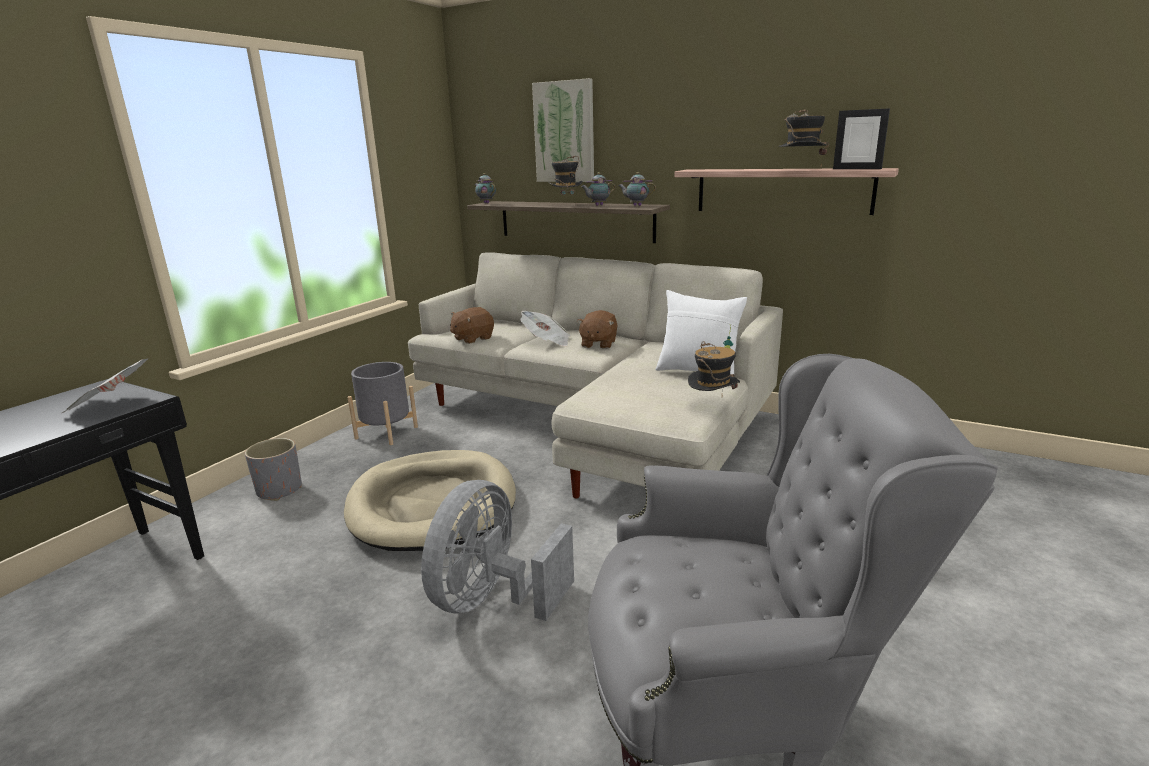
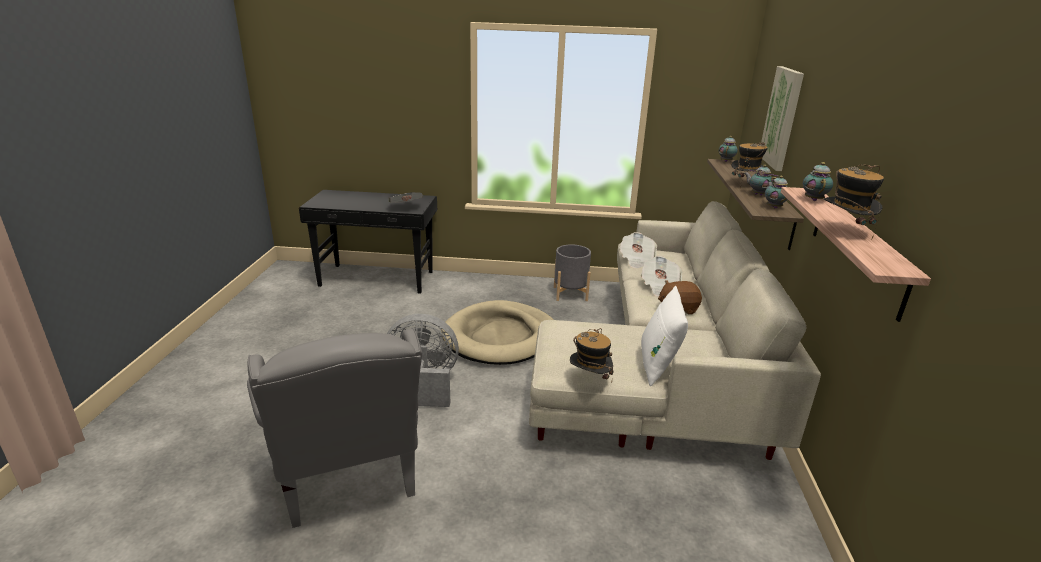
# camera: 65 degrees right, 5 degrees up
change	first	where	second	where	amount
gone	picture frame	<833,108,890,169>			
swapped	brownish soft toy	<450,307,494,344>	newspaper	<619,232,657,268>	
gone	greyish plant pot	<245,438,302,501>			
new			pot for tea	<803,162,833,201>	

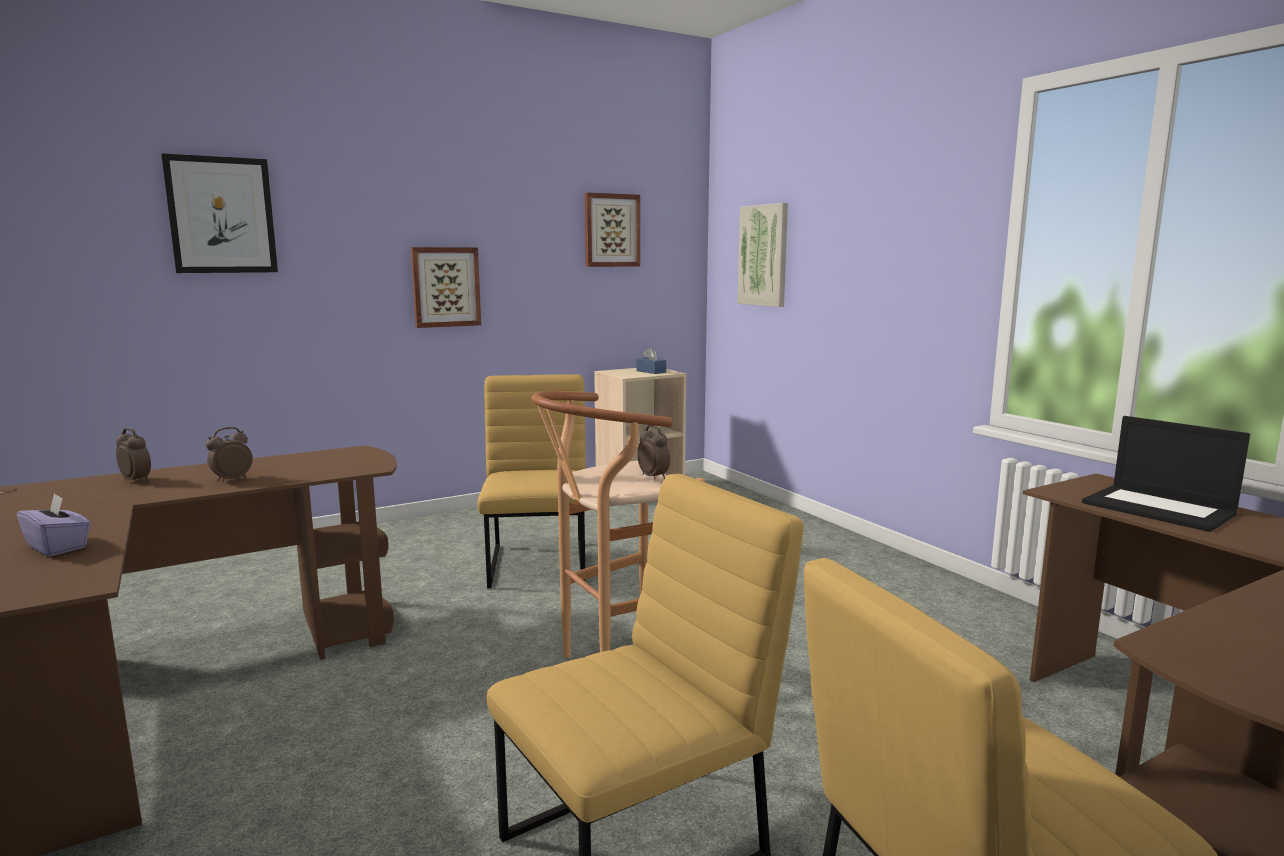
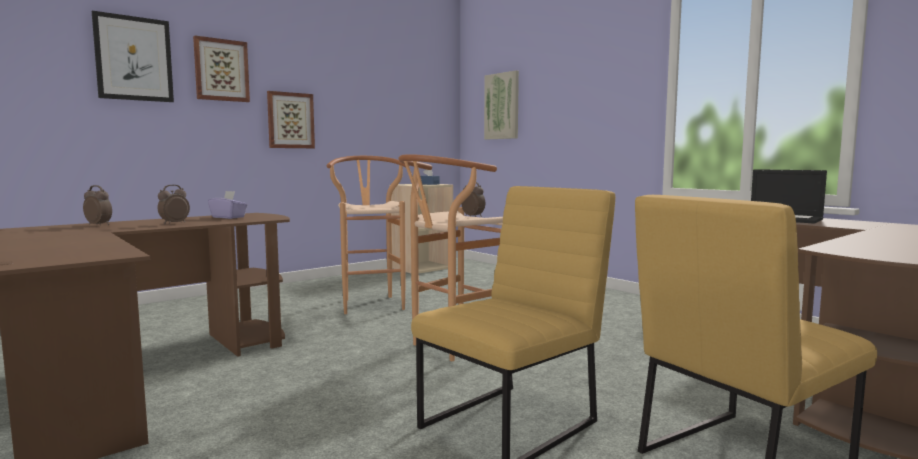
# camera: 10 degrees left, 5 degrees down
change	first	where	second	where	amount
shifted	picture	<585,192,640,267>		<193,35,250,102>	
swapped	yellowish chair	<477,374,586,588>	brownish sitting stool	<327,156,406,314>	
shifted	purple box of tissues	<17,493,91,556>		<208,191,248,219>	

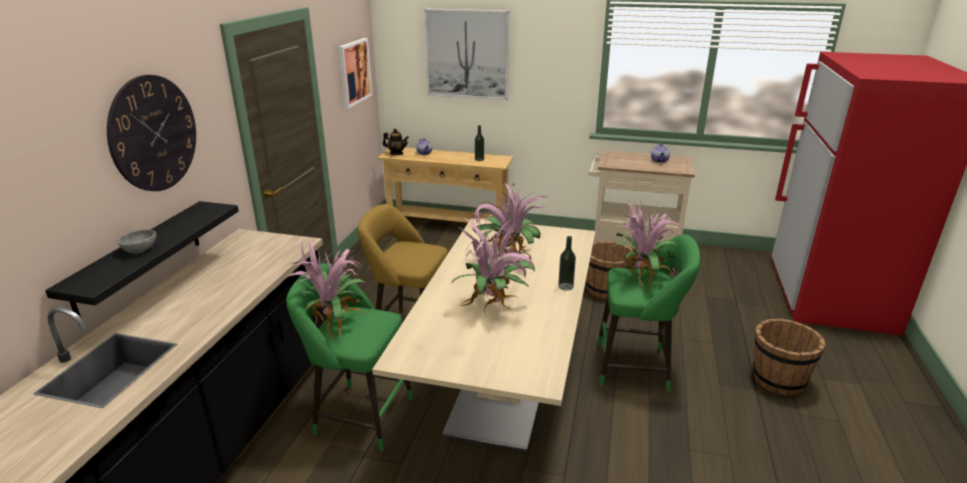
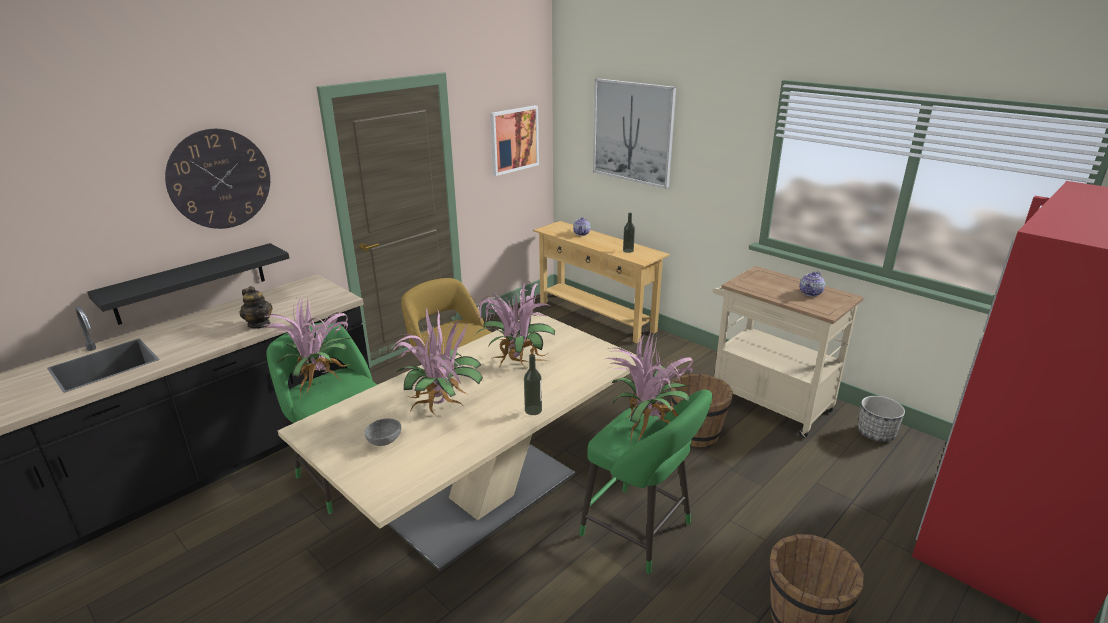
# camera: 30 degrees right, 0 degrees up
change	first	where	second	where	amount
shifted	pot for tea	<383,129,409,155>		<239,286,273,329>	
shifted	greyish serving bowl	<118,229,156,253>		<364,418,401,446>	
new			plant pot	<858,396,905,442>	

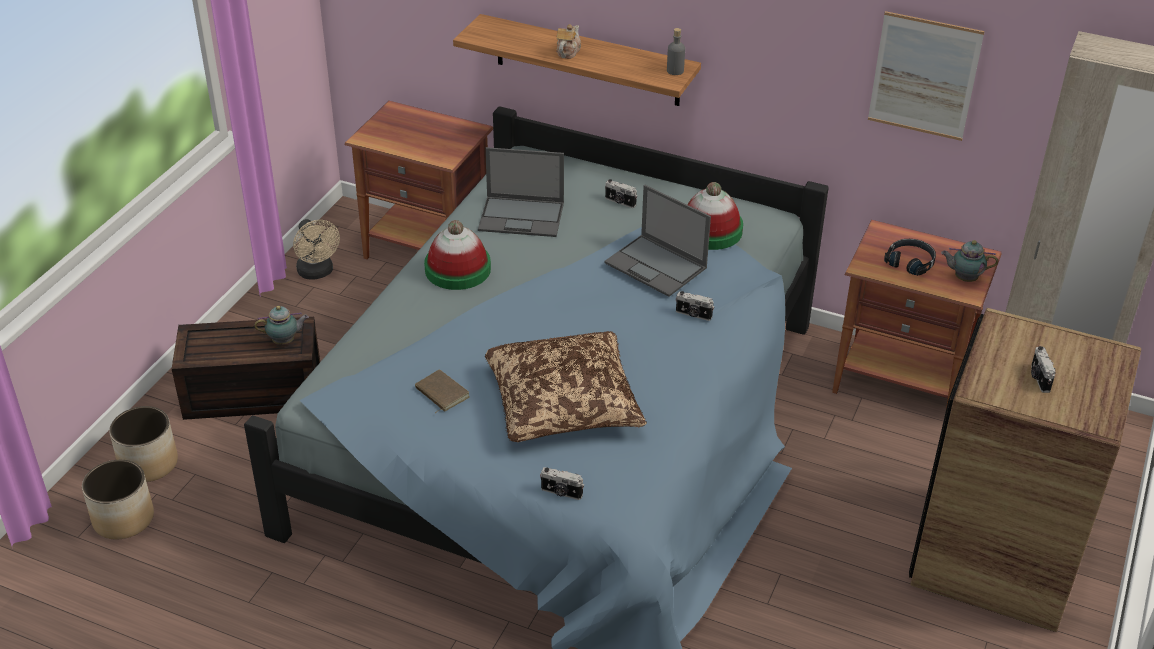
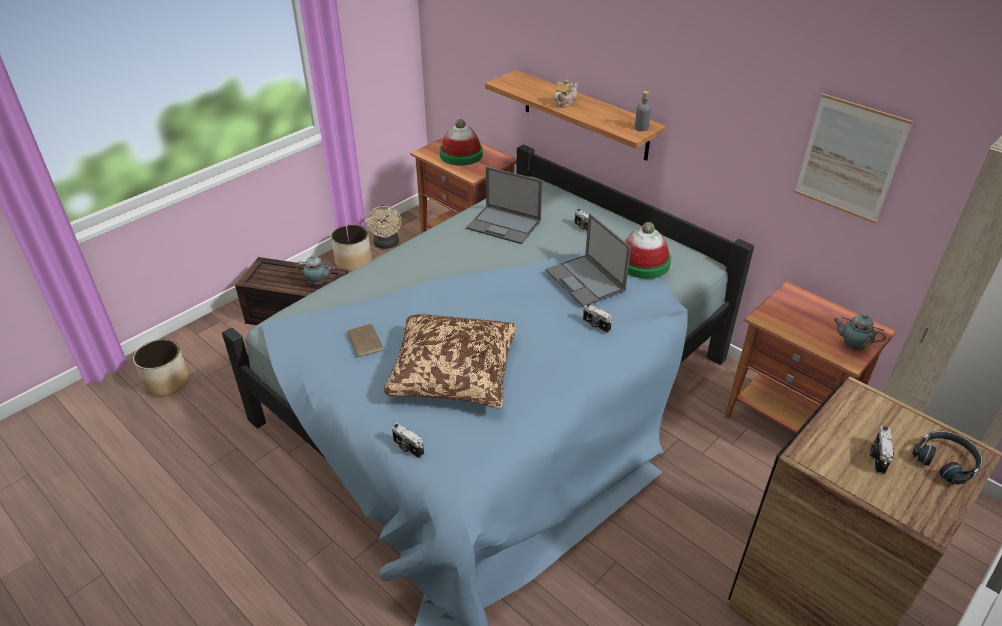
# camera: 20 degrees right, 0 degrees up
change	first	where	second	where	amount
shifted	hat	<424,220,491,290>		<440,119,483,166>	
shifted	black-coloured headphones	<884,239,936,276>		<912,431,983,485>	
shifted	plant pot	<109,406,178,482>		<331,225,372,271>	

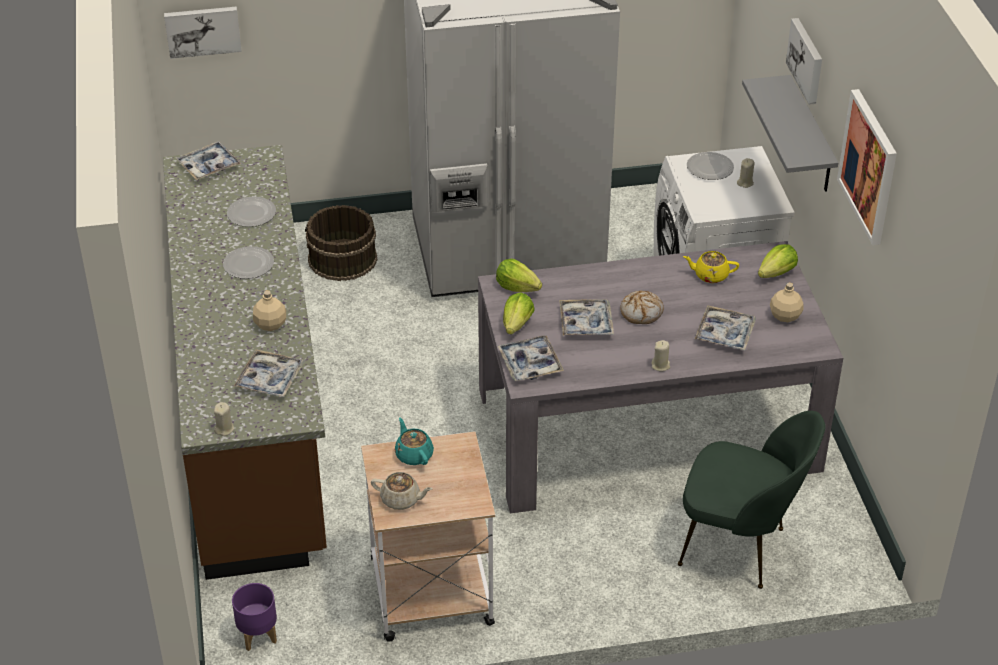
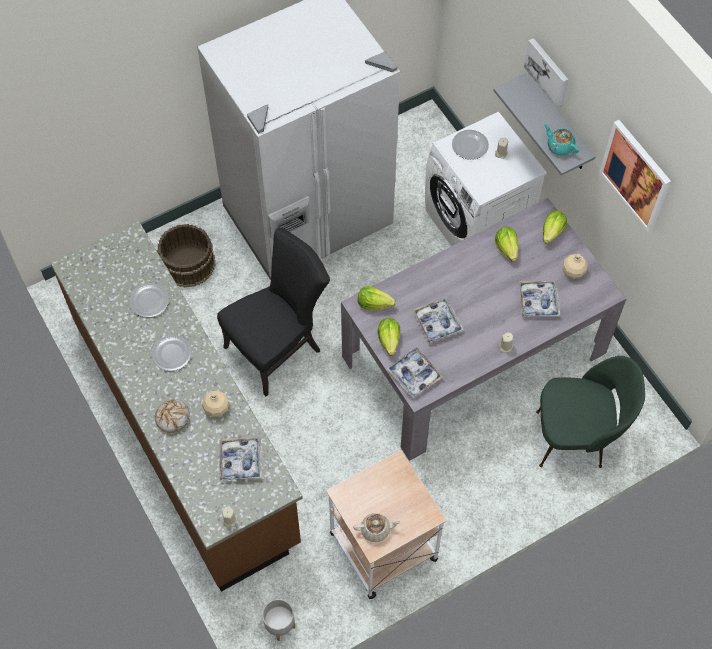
# camera: 20 degrees left, 20 degrees up
change	first	where	second	where	amount
gone	picture	<164,7,242,59>			
gone	carrying tray	<176,141,241,180>			
swapped	yellowish pot for tea	<683,251,739,283>	lettuce	<495,227,518,262>	
shifted	bakery bread	<620,291,664,324>		<155,399,190,433>	
shifted	turquoise pot for tea	<395,418,434,465>		<544,124,579,156>	
repainted	purple plant pot	<232,583,277,651>	greyish plant pot	<262,599,295,641>	
new			black-coloured chair	<217,228,330,396>	

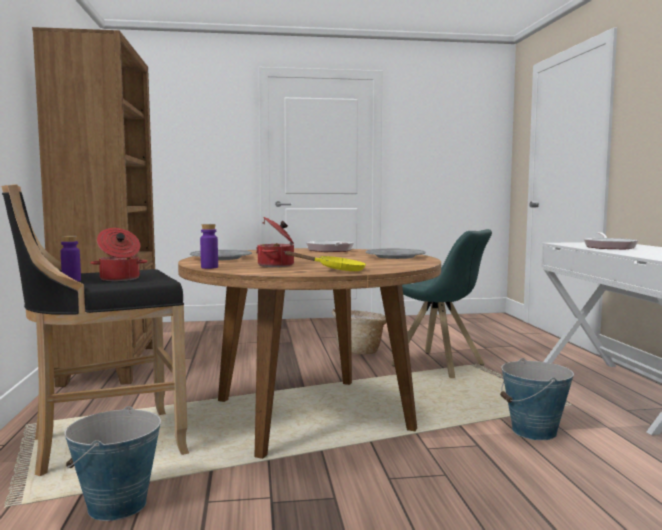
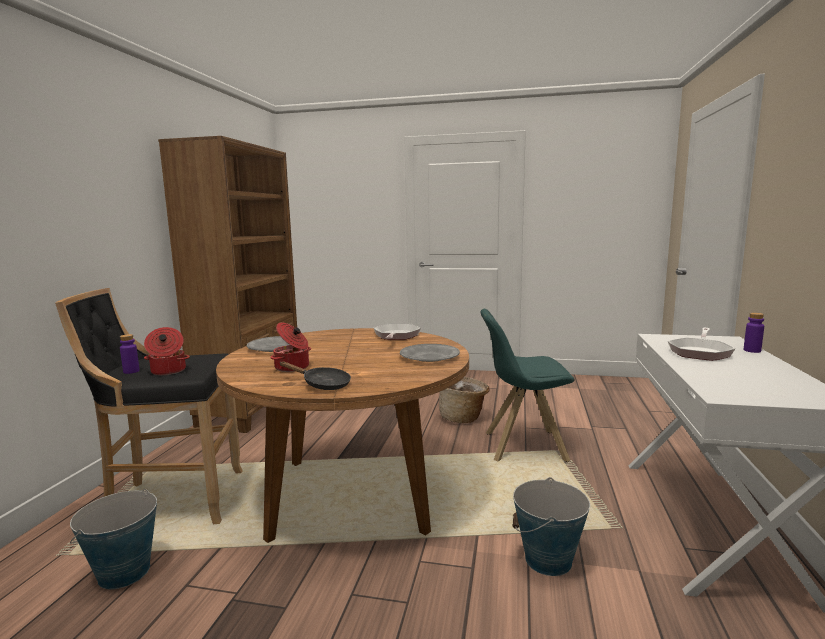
# camera: 20 degrees right, 5 degrees up
change	first	where	second	where	amount
shifted	purple bottle	<200,224,218,269>		<744,313,764,353>	
rotated	turquoise chair	<391,229,492,378>		<481,309,575,462>	120 degrees clockwise
repainted	yellowish frying pan	<284,251,366,271>	black-coloured frying pan	<279,361,351,390>	

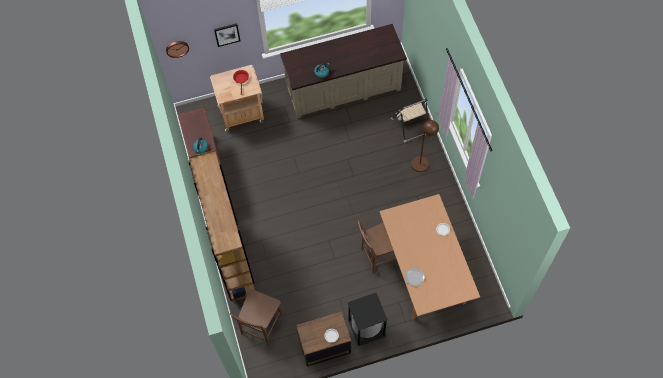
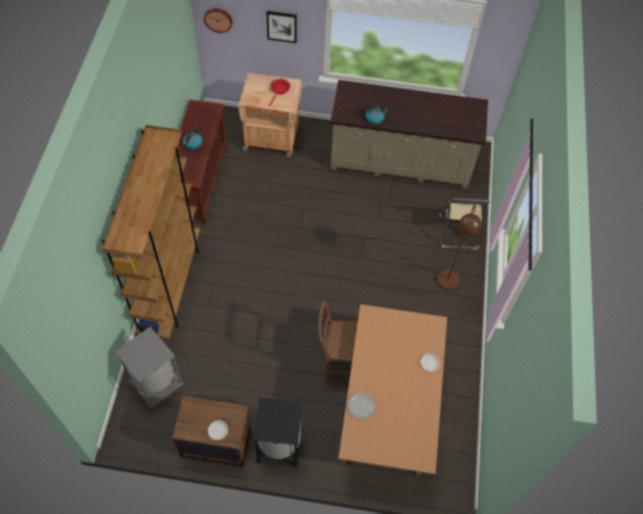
# camera: 20 degrees right, 5 degrees down
change	first	where	second	where	amount
swapped	brownish chair	<230,289,284,345>	greyish rubbish bin	<115,327,184,408>	

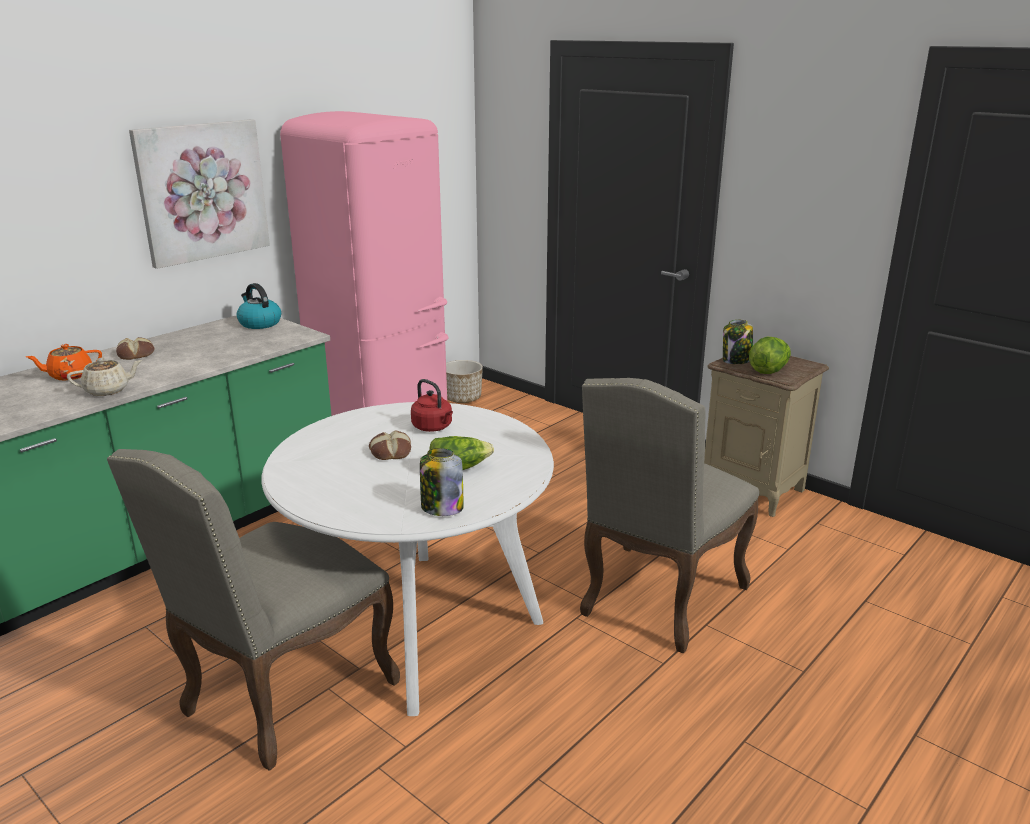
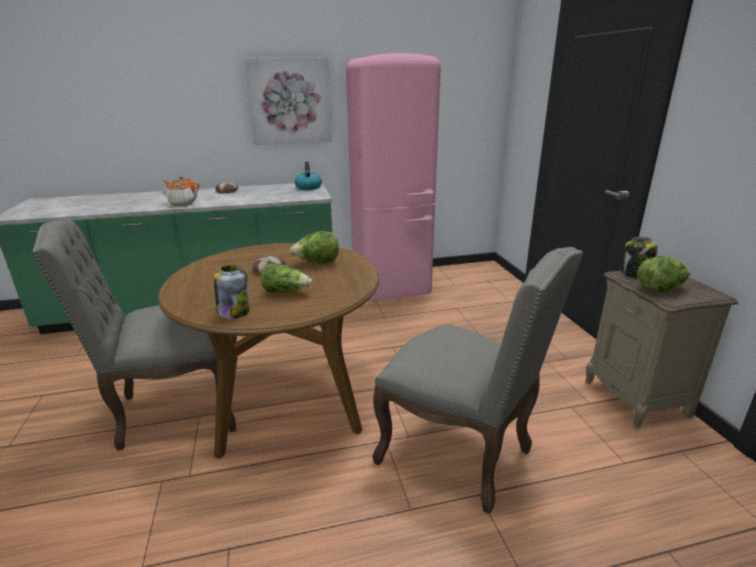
# camera: 35 degrees right, 0 degrees up
change	first	where	second	where	amount
gone	plant pot	<446,360,483,403>			
rotated	greyish chair	<580,378,759,653>		<373,247,583,514>	120 degrees counterclockwise
swapped	reddish water kettle	<411,379,453,432>	lettuce	<290,231,339,264>	
repainted	white kitchen table	<261,402,554,716>	brownish kitchen table	<158,243,379,459>	

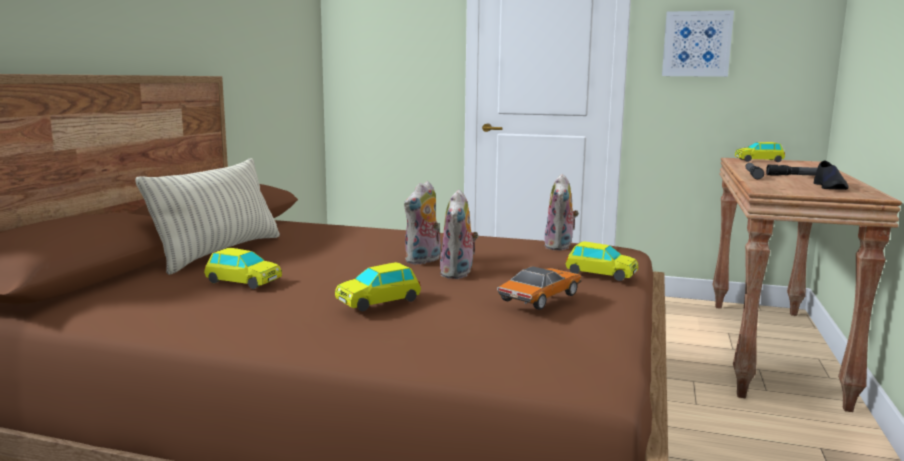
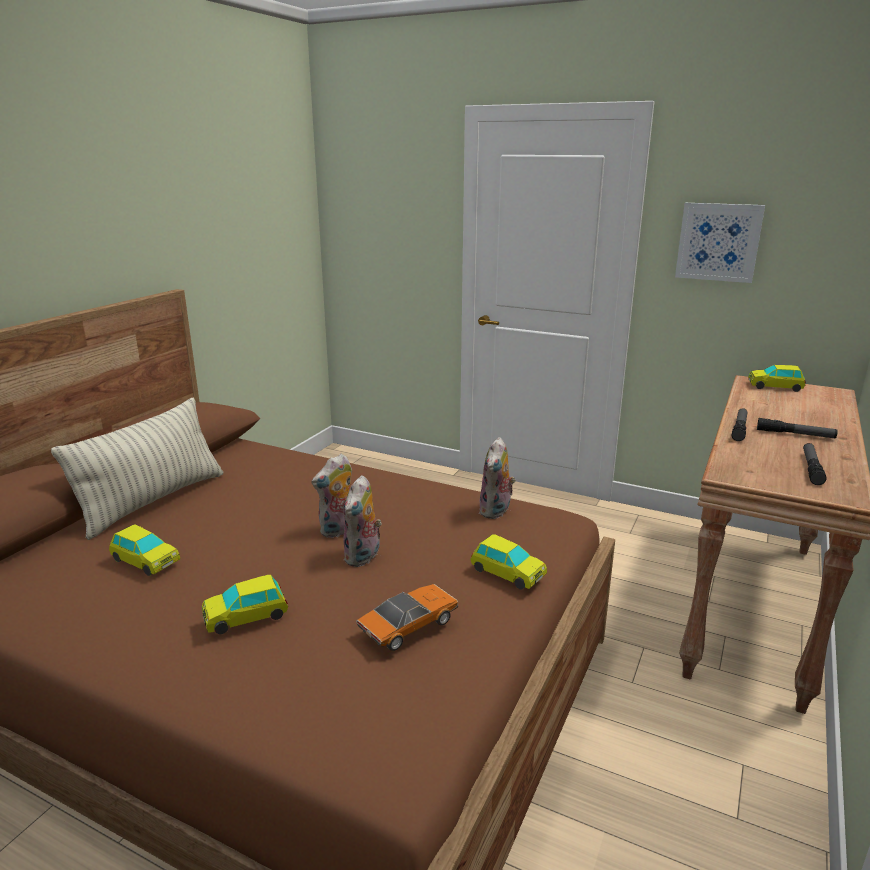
# camera: 10 degrees right, 10 degrees up
change	first	where	second	where	amount
swapped	black-coloured item of footwear	<814,160,849,190>	flashlight	<803,443,827,485>	

